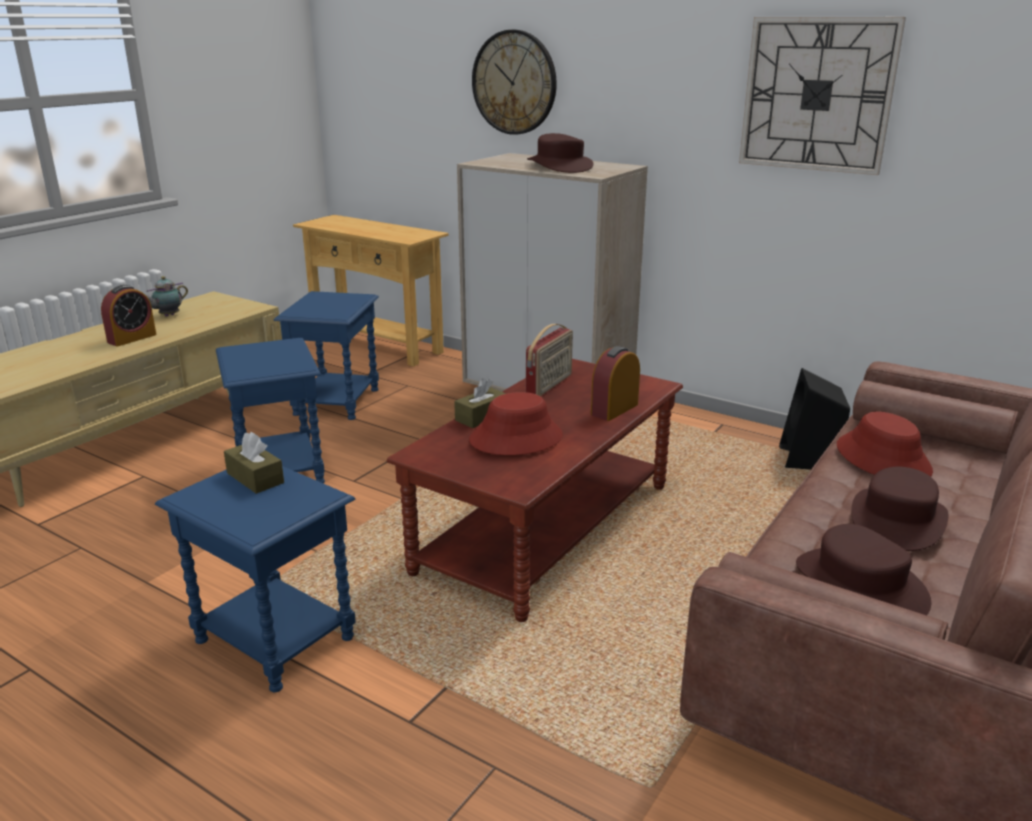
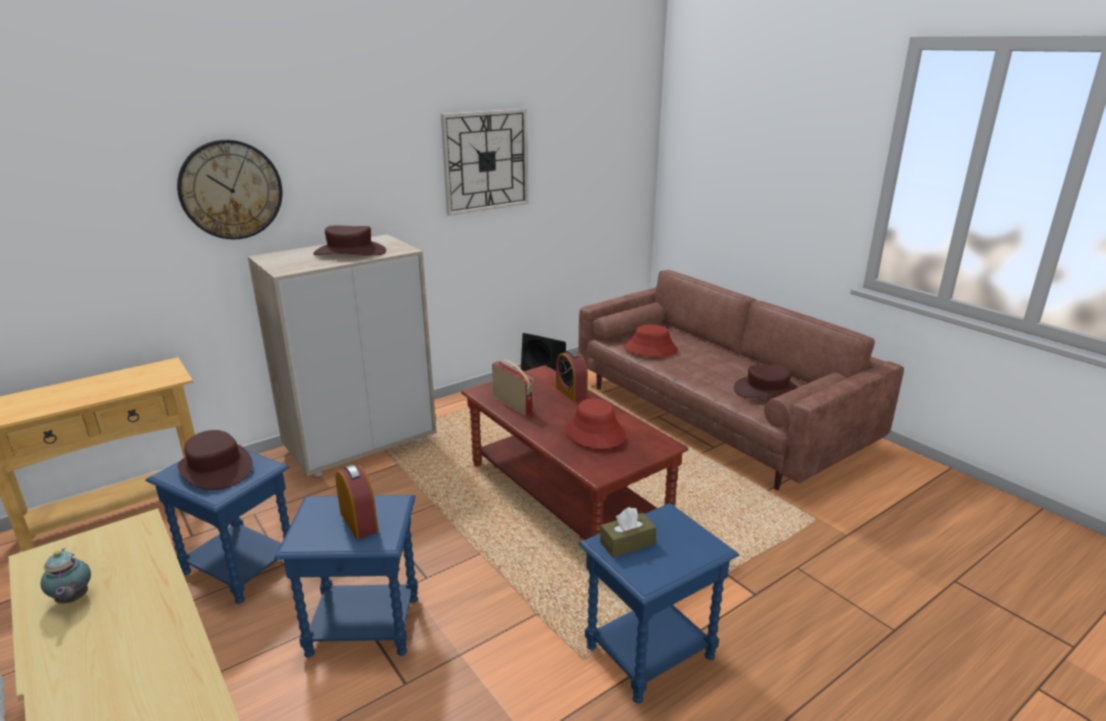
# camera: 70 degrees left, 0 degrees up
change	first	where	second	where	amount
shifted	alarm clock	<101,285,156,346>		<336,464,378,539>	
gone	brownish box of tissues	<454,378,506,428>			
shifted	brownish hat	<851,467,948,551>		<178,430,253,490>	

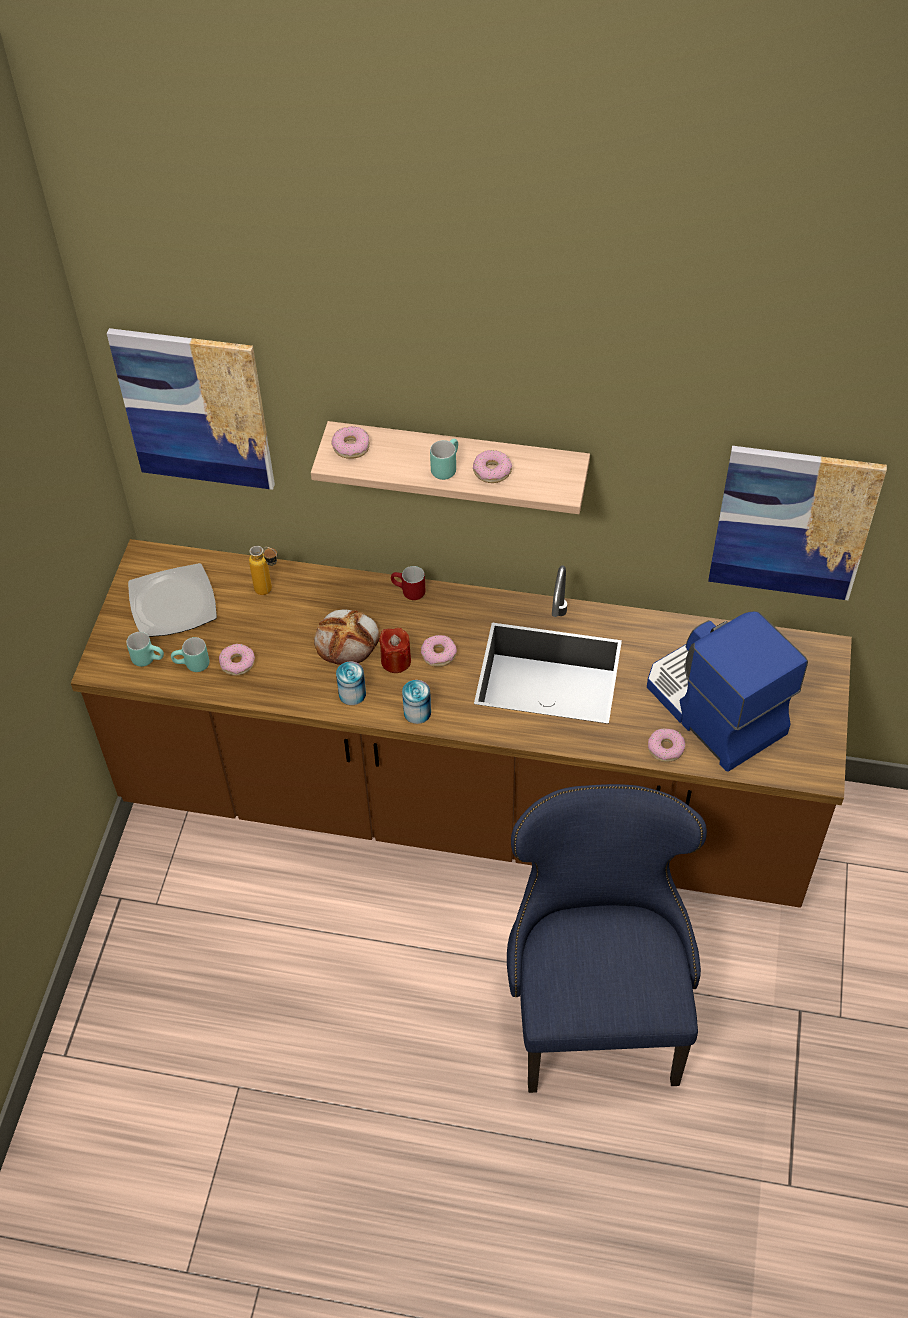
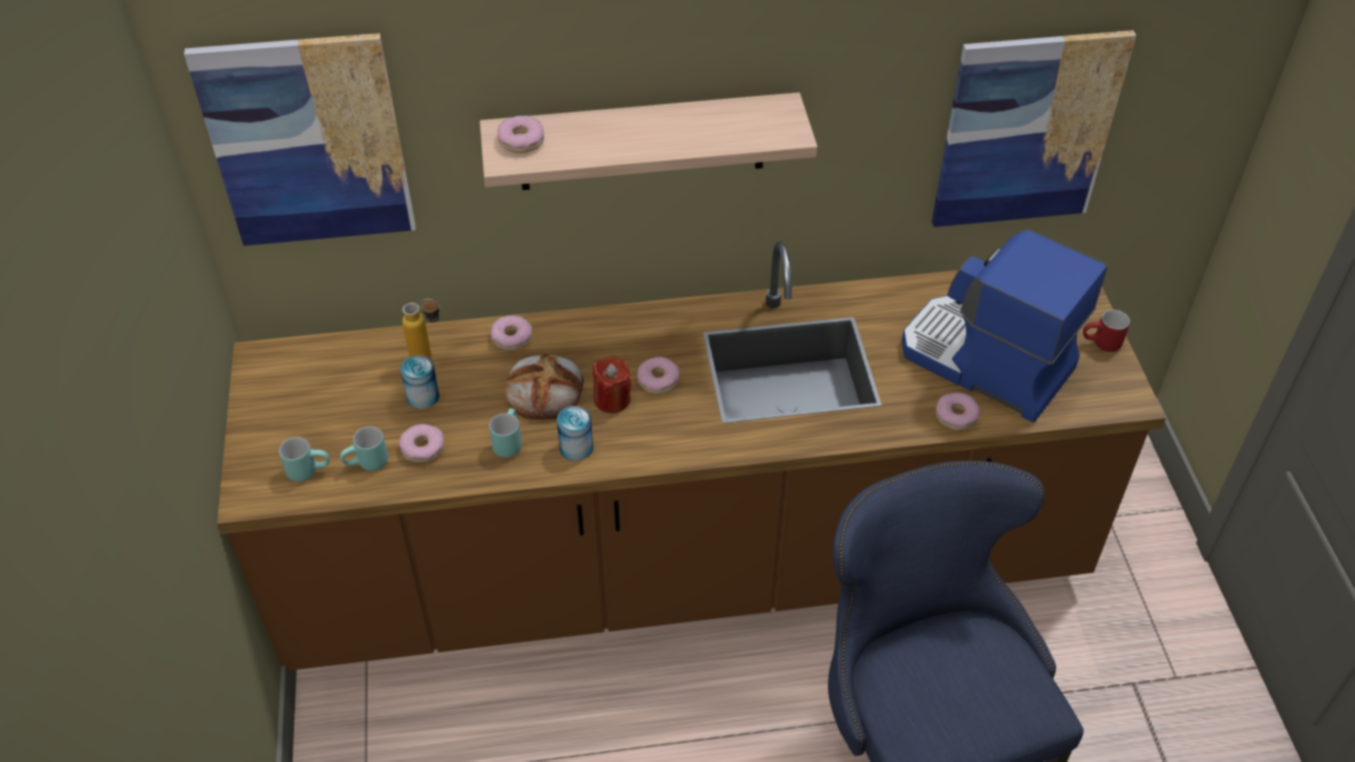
# camera: 20 degrees left, 5 degrees down
change	first	where	second	where	amount
shifted	turquoise mug	<430,439,458,480>		<489,408,522,458>	
shifted	ring doughnut	<473,450,512,483>		<491,315,532,351>	
gone	plate	<128,563,217,637>			
shifted	reddish mug	<391,566,425,600>		<1083,310,1130,352>	
shifted	metal can	<402,680,431,724>		<400,355,439,409>	

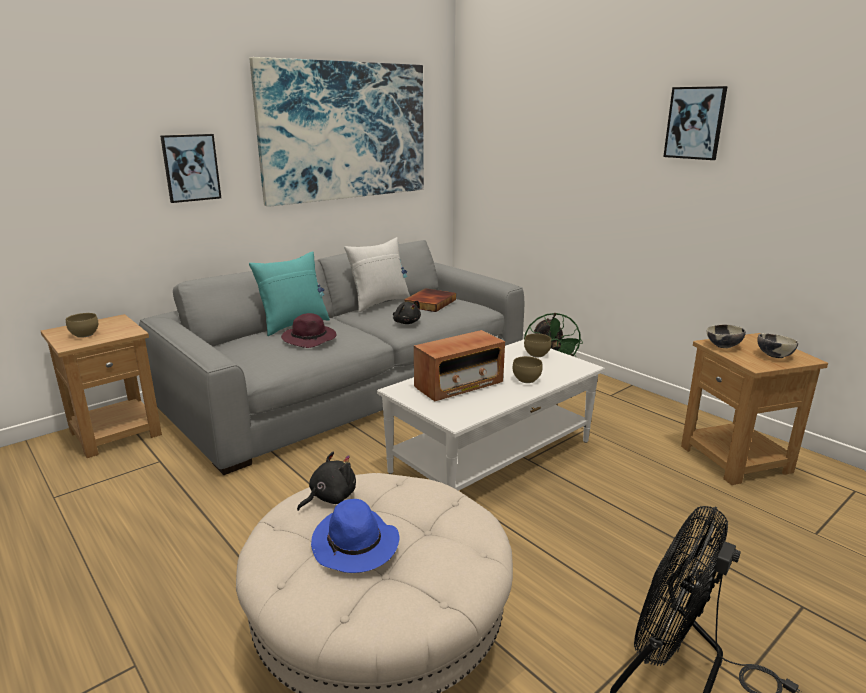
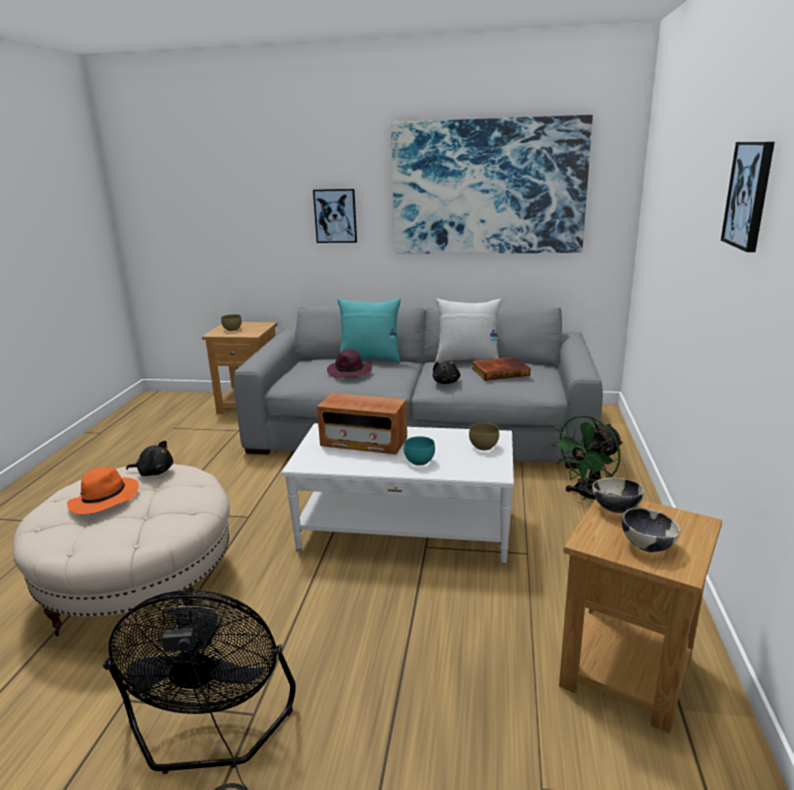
# camera: 50 degrees right, 0 degrees up
change	first	where	second	where	amount
repainted	brownish serving bowl	<513,356,542,383>	turquoise serving bowl	<404,436,435,466>	
repainted	bluish hat	<311,499,399,573>	orange-coloured hat	<67,467,139,514>	

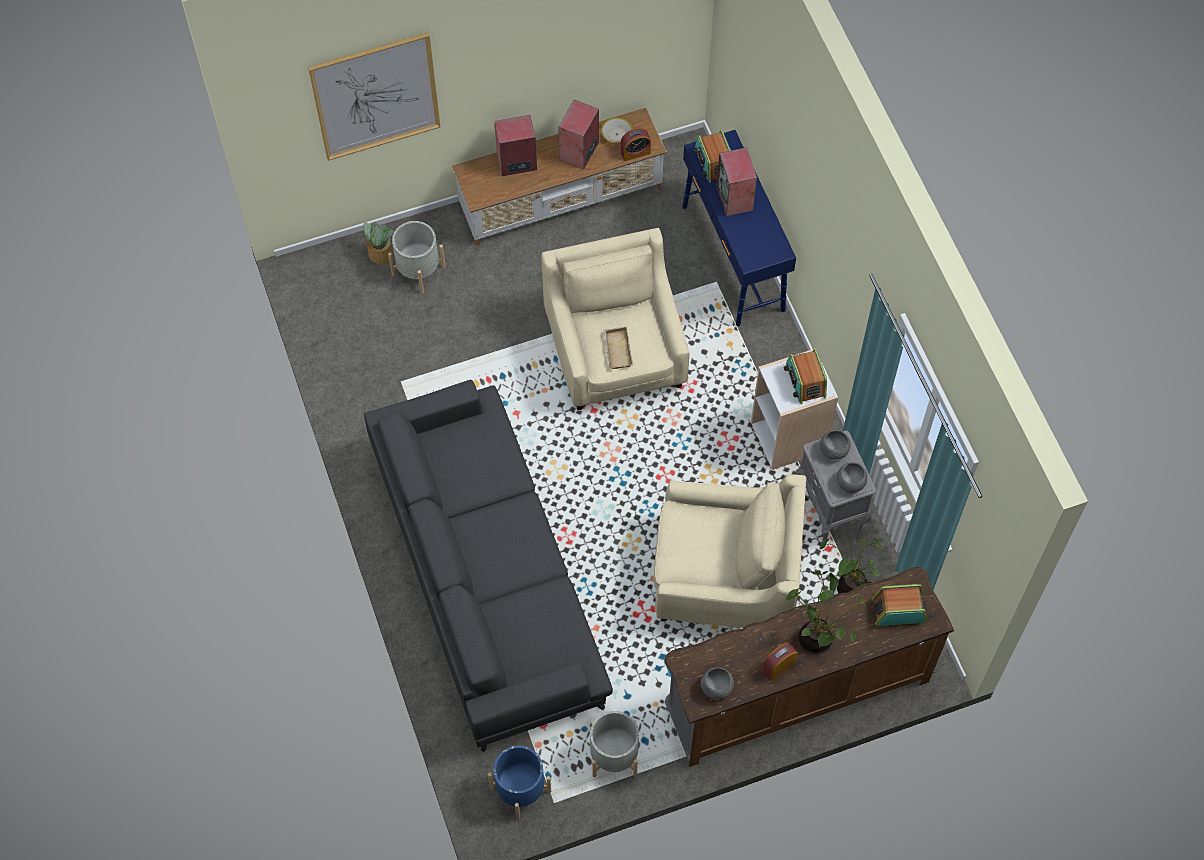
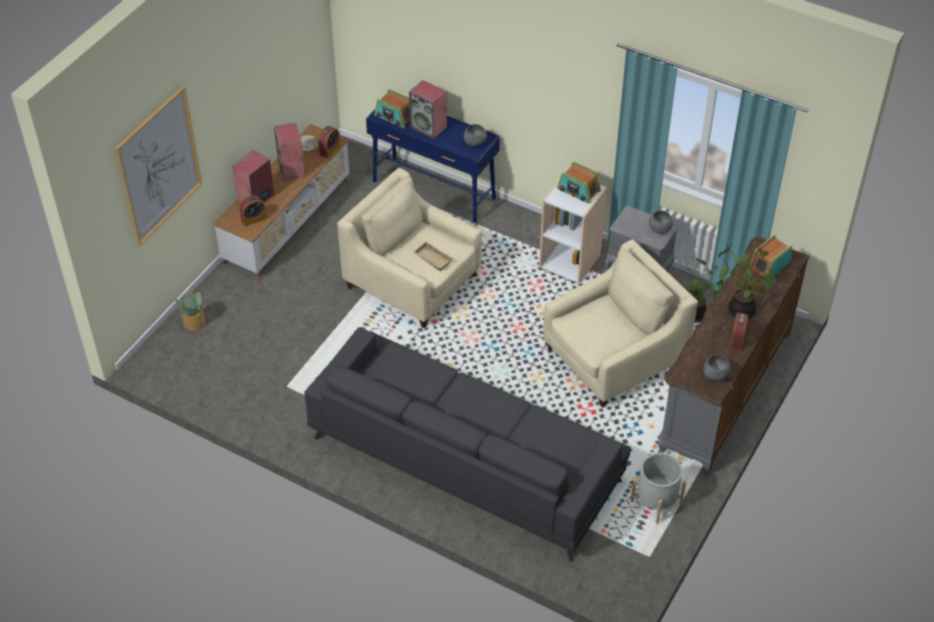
# camera: 40 degrees left, 15 degrees down
change	first	where	second	where	amount
gone	greyish plant pot	<388,221,446,294>			
shifted	greyish serving bowl	<820,430,851,460>		<464,124,487,146>	
gone	bluish plant pot	<488,745,551,820>			
new			alarm clock	<240,195,267,226>	

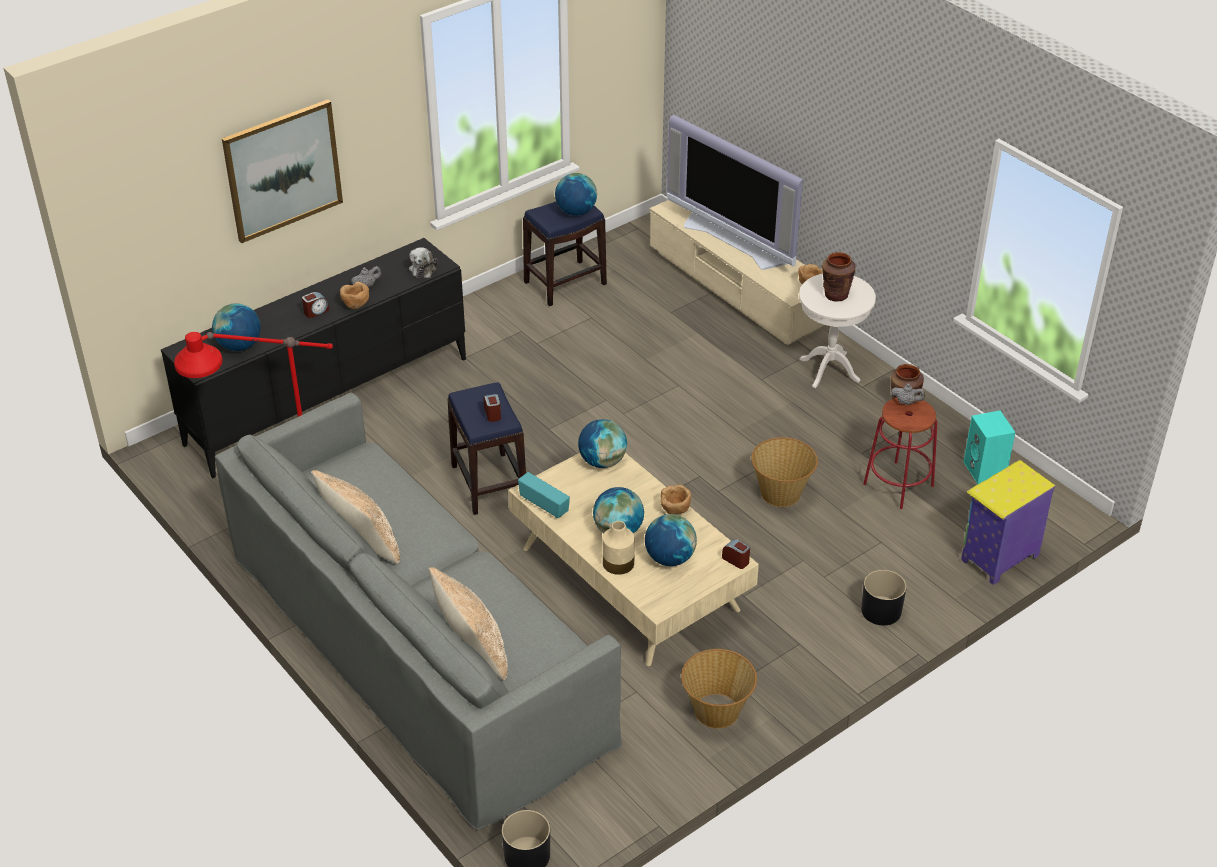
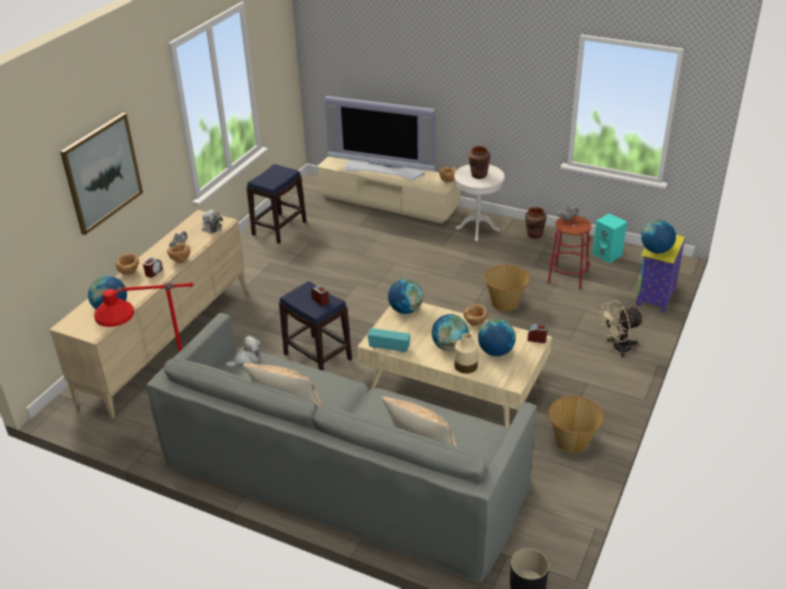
# camera: 25 degrees left, 5 degrees down
change	first	where	second	where	amount
shifted	globe	<555,173,597,215>		<641,220,676,253>	
repainted	black-coloured cupboard	<161,238,466,478>	sand-coloured cupboard	<49,210,246,419>	
swapped	black-coloured plant pot	<861,570,906,626>	sand-coloured electric fan	<599,300,644,357>	
new			brownish serving bowl	<115,253,139,275>	
new			soft toy	<226,335,261,367>	

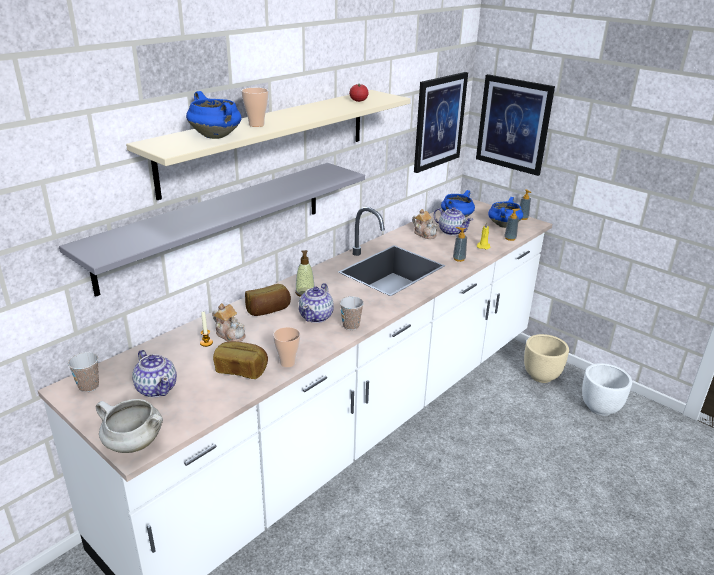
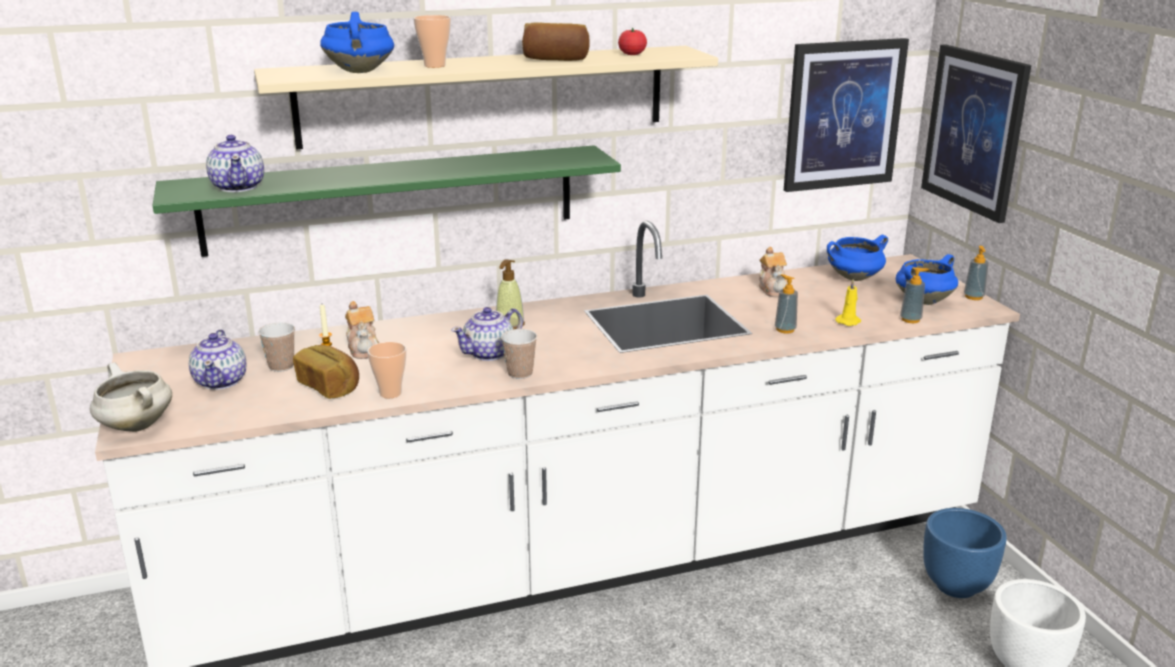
# camera: 30 degrees right, 5 degrees down
change	first	where	second	where	amount
repainted	greyish bracket shelf	<59,163,365,297>	green-coloured bracket shelf	<153,145,621,257>	
shifted	pot for tea	<434,207,473,236>		<206,135,264,192>	
shifted	bakery bread	<245,284,291,316>		<522,23,590,61>	
repainted	sand-coloured plant pot	<524,334,569,383>	bluish plant pot	<923,508,1007,598>	
shifted	cup	<68,352,99,392>		<258,322,295,372>	

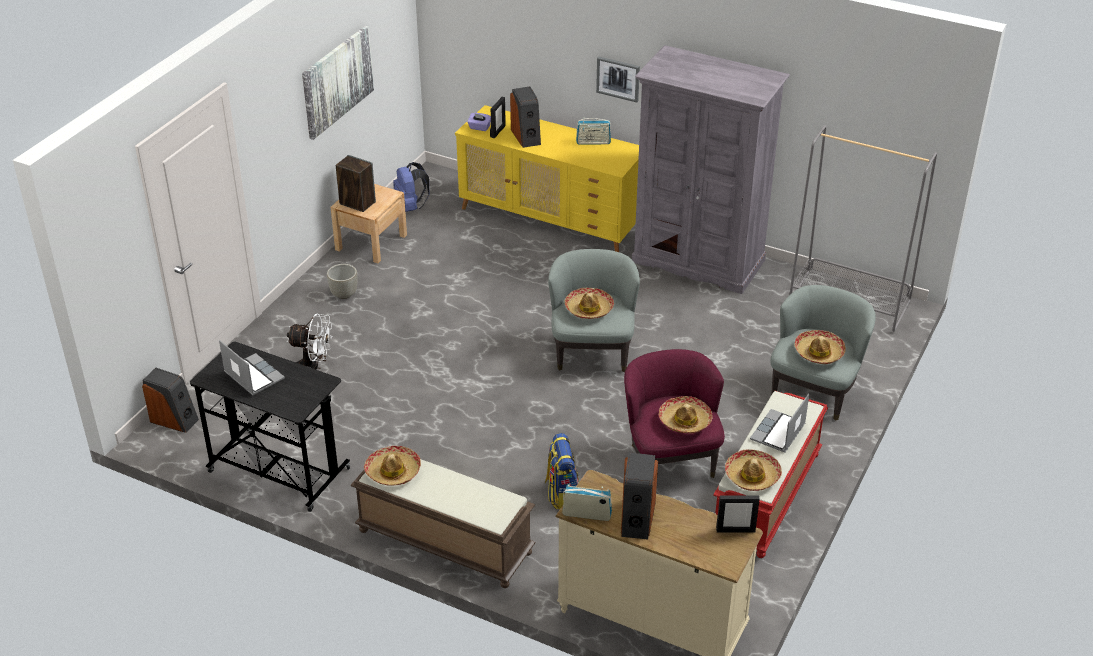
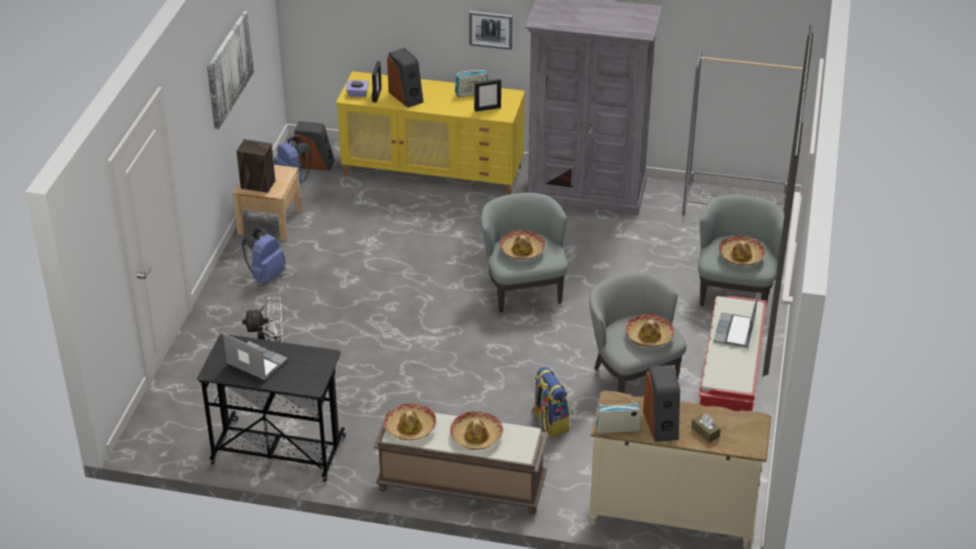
# camera: 15 degrees left, 0 degrees up
change	first	where	second	where	amount
swapped	greyish plant pot	<327,264,357,299>	bluish backpack	<242,228,286,284>	
repainted	purple easy chair	<624,349,725,478>	greyish easy chair	<589,272,686,393>	
shifted	speaker	<142,368,199,433>		<294,121,335,170>	
shifted	hat	<725,449,782,491>		<450,411,503,450>	
shifted	picture frame	<716,495,760,533>		<474,79,501,112>	
new			brownish box of tissues	<691,414,721,443>	

